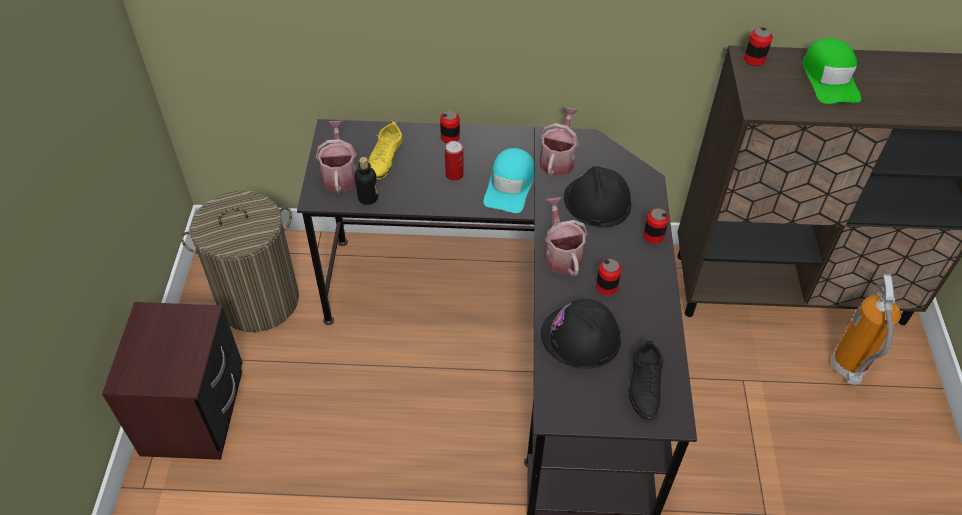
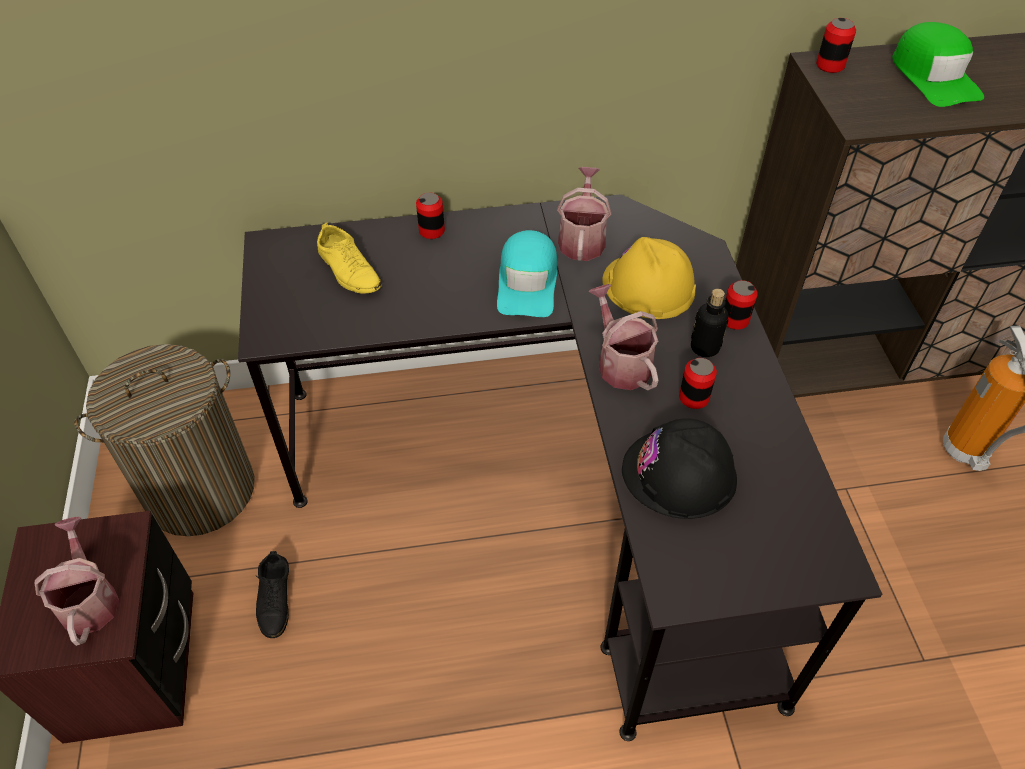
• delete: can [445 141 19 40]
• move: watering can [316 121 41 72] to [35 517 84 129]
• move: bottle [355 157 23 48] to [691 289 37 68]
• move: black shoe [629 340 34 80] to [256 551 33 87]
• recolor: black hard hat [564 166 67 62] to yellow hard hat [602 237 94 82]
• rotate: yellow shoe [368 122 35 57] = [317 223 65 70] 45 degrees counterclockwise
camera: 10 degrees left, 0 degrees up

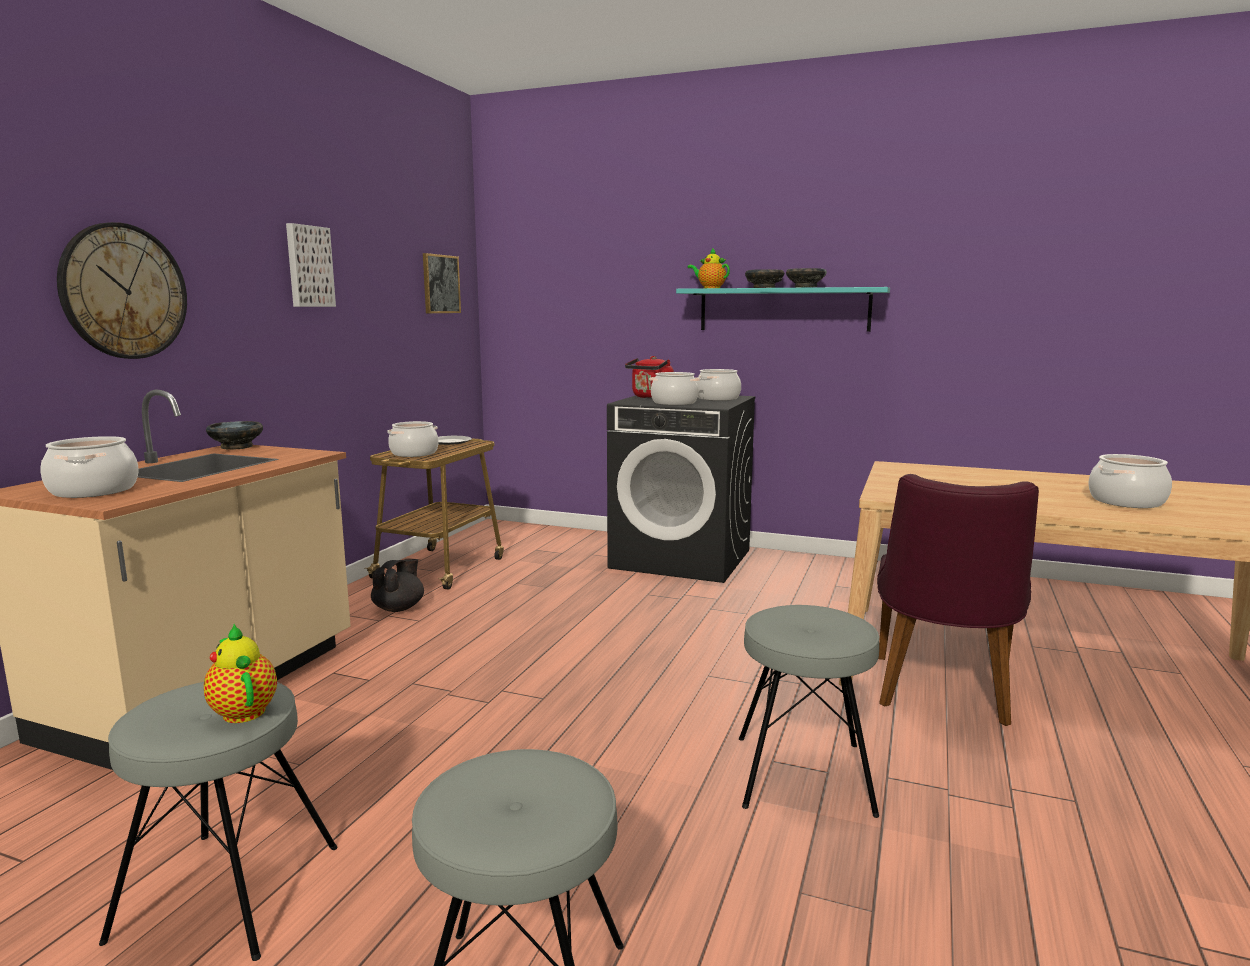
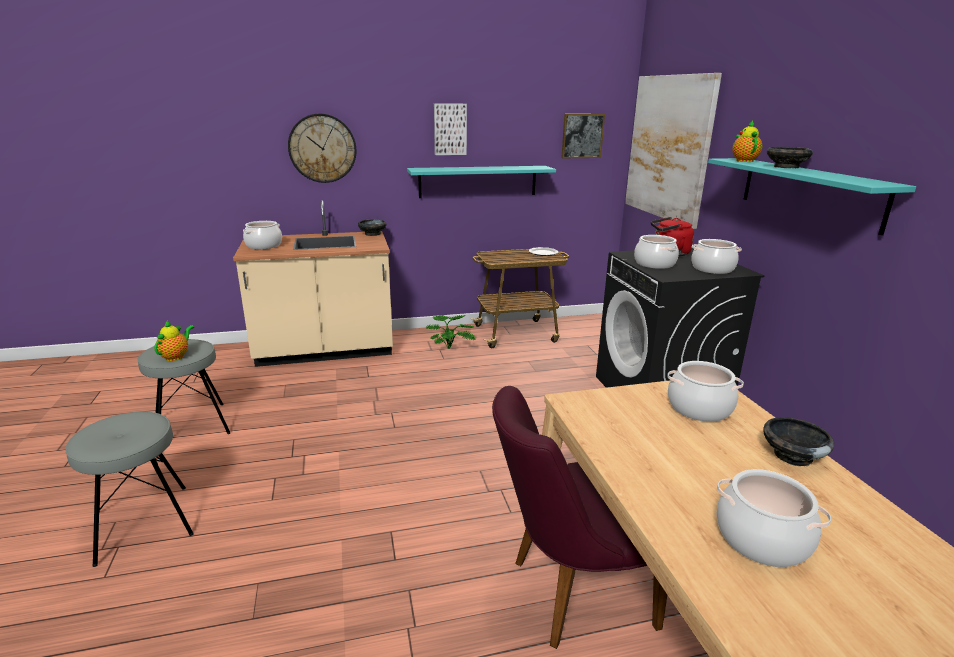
• delete: grey stool [739 605 140 213]
• insert: turquoise shelf [407 166 149 32]
• insert: picture [625 73 97 156]
• move: cooking pot [387 421 52 36] to [667 361 77 61]
• move: black bowl [786 268 41 20] to [763 417 71 49]
• replace: black teapot [371 559 53 53] to potted plant [425 315 50 34]
camera: 55 degrees right, 10 degrees up

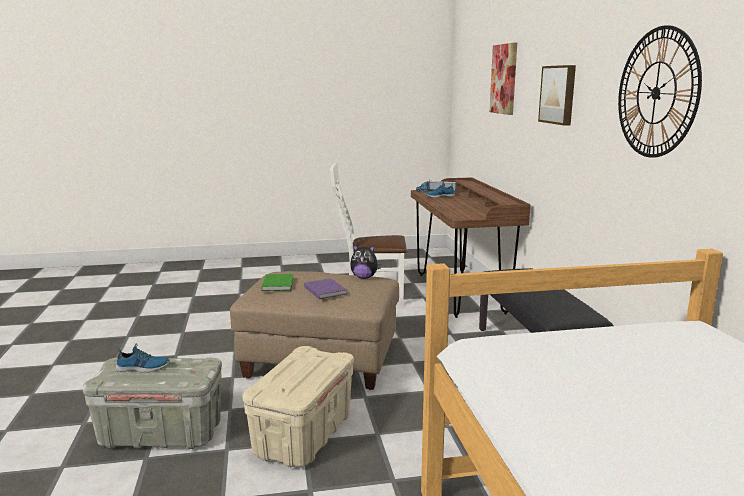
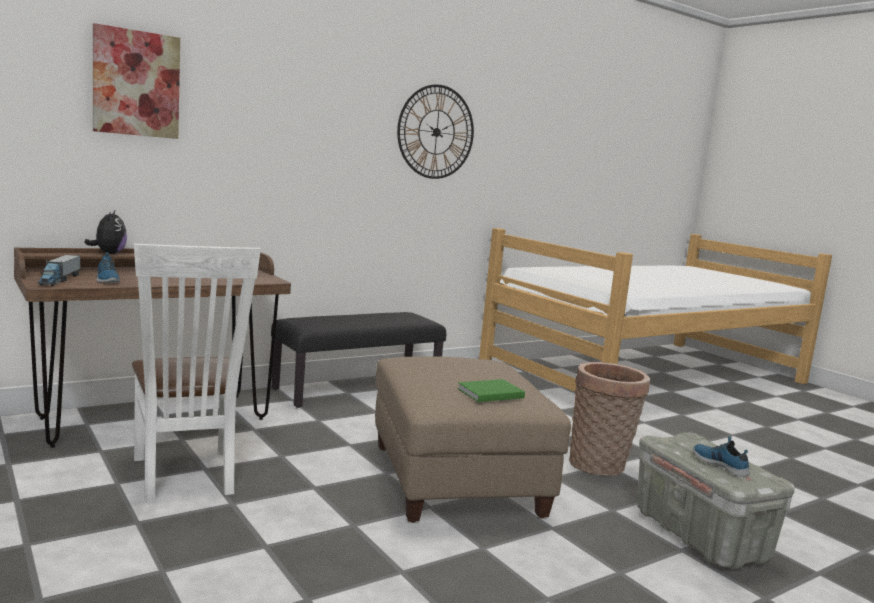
• delete: purple book [304 278 43 21]
• delete: picture [538 65 38 61]
• move: plush toy [350 245 31 34] to [84 209 43 45]
• replace: beige storage box [243 346 111 121] to basket [569 362 81 114]
camera: 115 degrees left, 5 degrees down

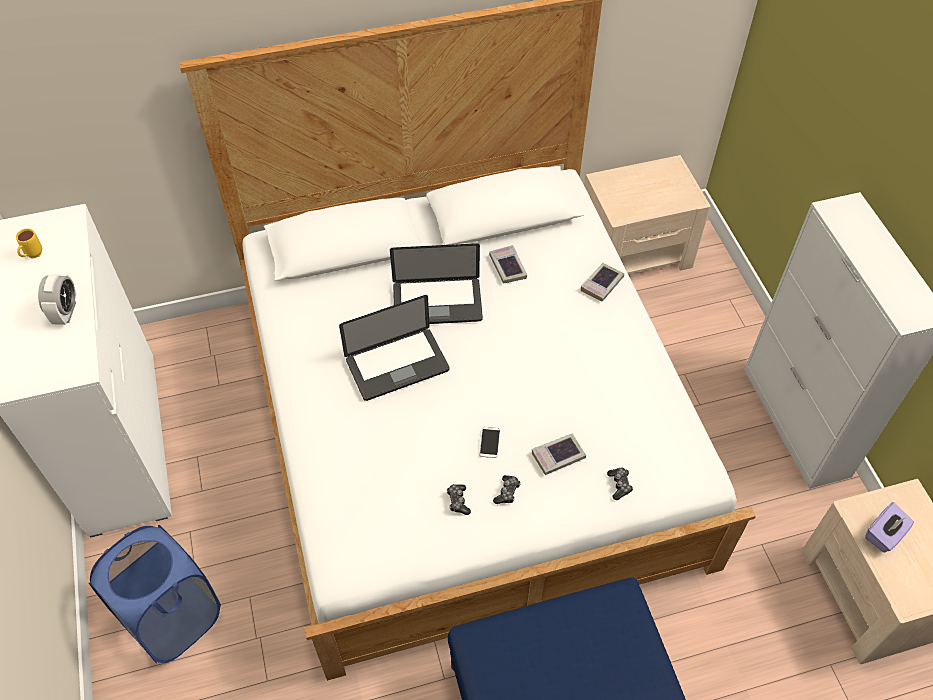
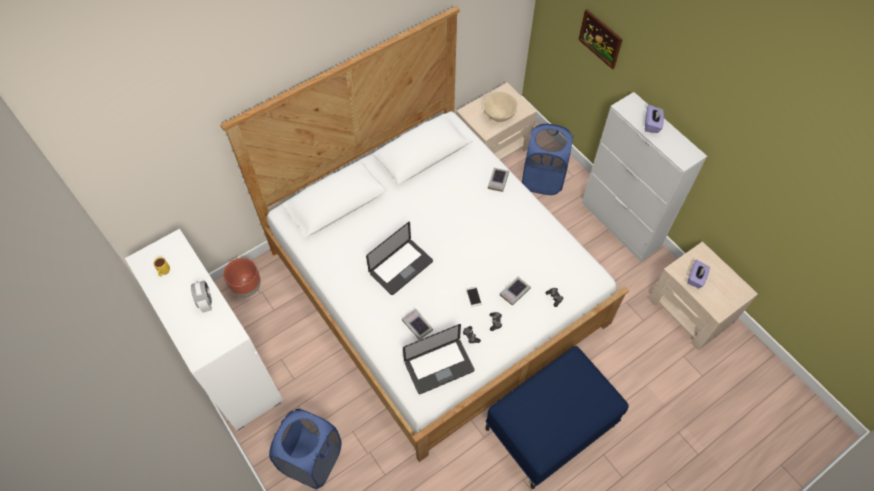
• insert: brown planter [223 258 38 39]
• insert: beige bowl [483 92 35 30]
• insert: blue laundry basket [522 123 52 72]
• insert: picture [578 9 45 60]
• insert: purple tissue box [645 105 19 28]
• move: laptop [390 243 93 81] to [403 324 72 70]
• move: book [489 245 38 38] to [402 308 31 32]
camera: 20 degrees left, 5 degrees up

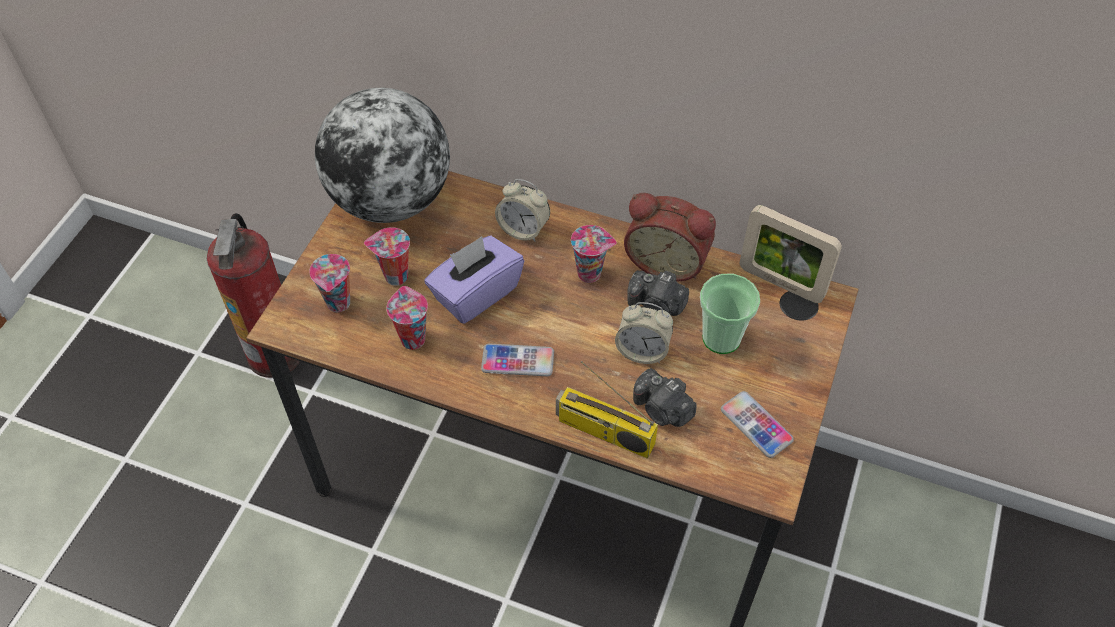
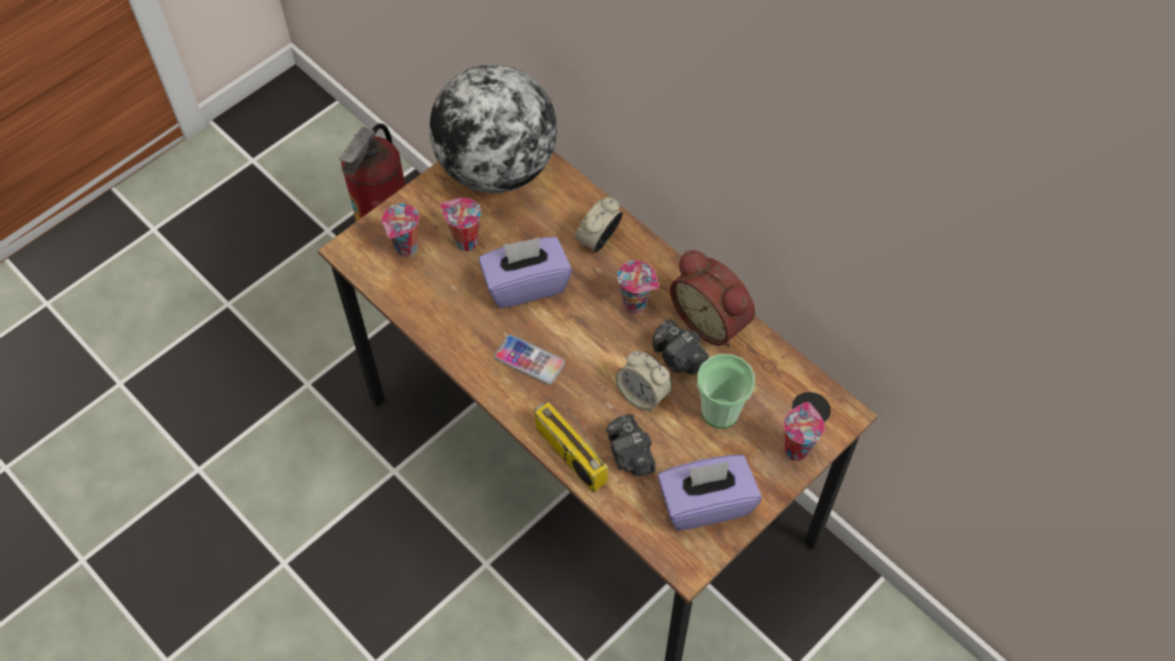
• delete: picture frame [740 205 102 98]
• move: cup [386 286 42 64] to [784 402 41 59]
• replace: phone [721 391 73 67] to purple tissue box [658 455 104 76]
• rotate: alarm clock [495 179 55 63] = [575 197 48 55] 75 degrees clockwise
camera: 25 degrees right, 5 degrees up

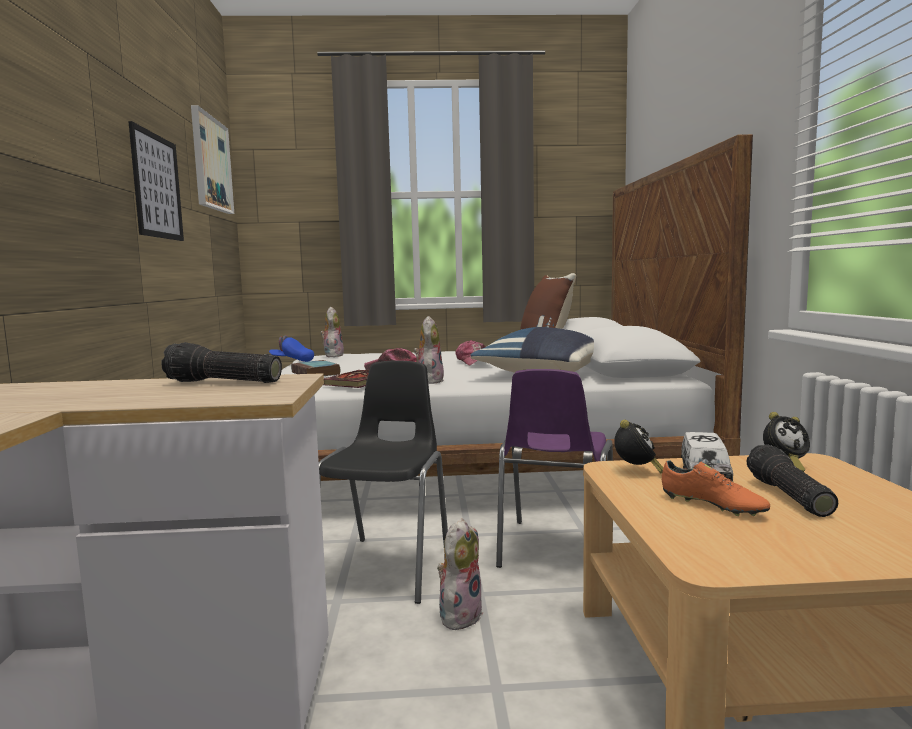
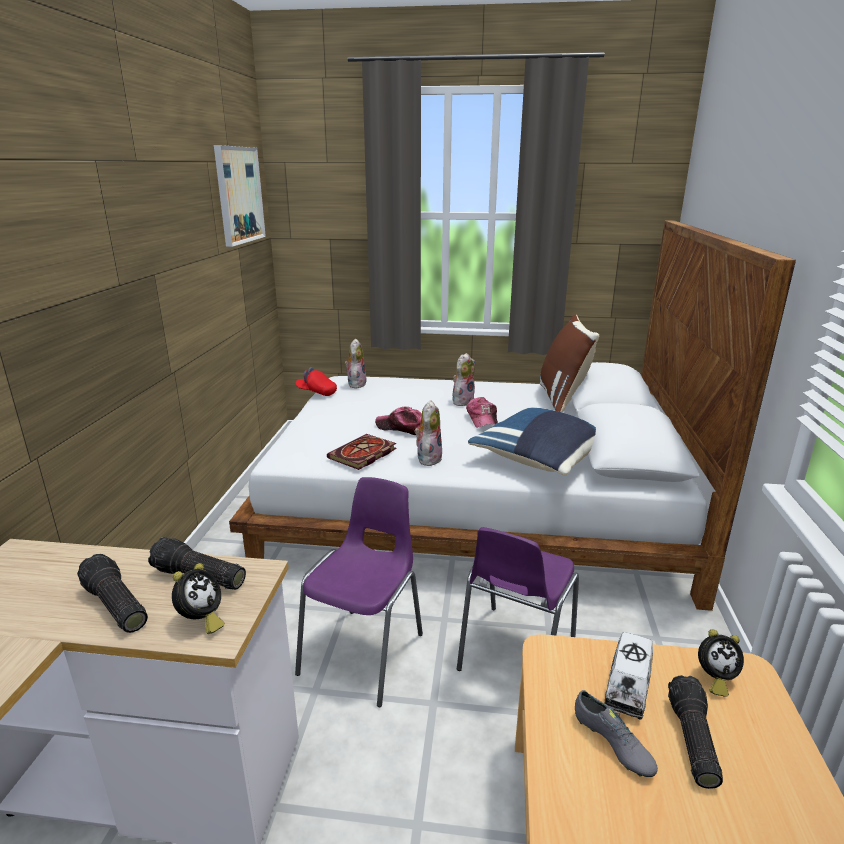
• delete: picture [128 121 56 120]
• delete: book [291 360 50 16]
• insert: flashlight [77 554 71 79]
• move: plush toy [437 518 46 114] to [453 353 22 53]
• move: alarm clock [614 420 49 53] to [172 563 53 71]
• recolor: blue cap [269 335 45 27] to red cap [295 367 42 29]
• recolor: black chair [319 360 129 244] to purple chair [295 477 128 230]
• recolor: orange shoe [662 460 108 56] to grey shoe [575 690 83 87]
camera: 10 degrees right, 15 degrees up

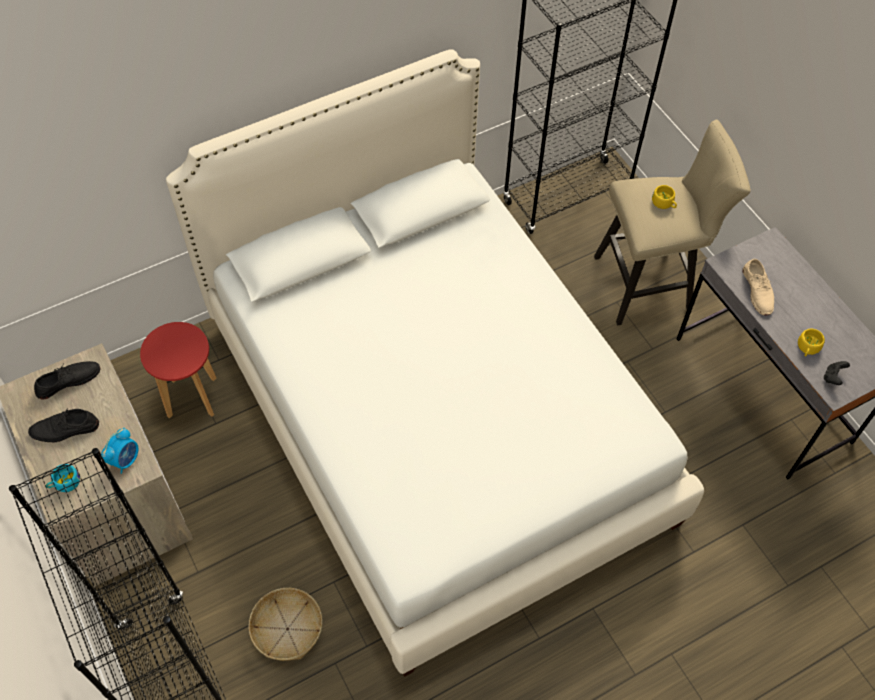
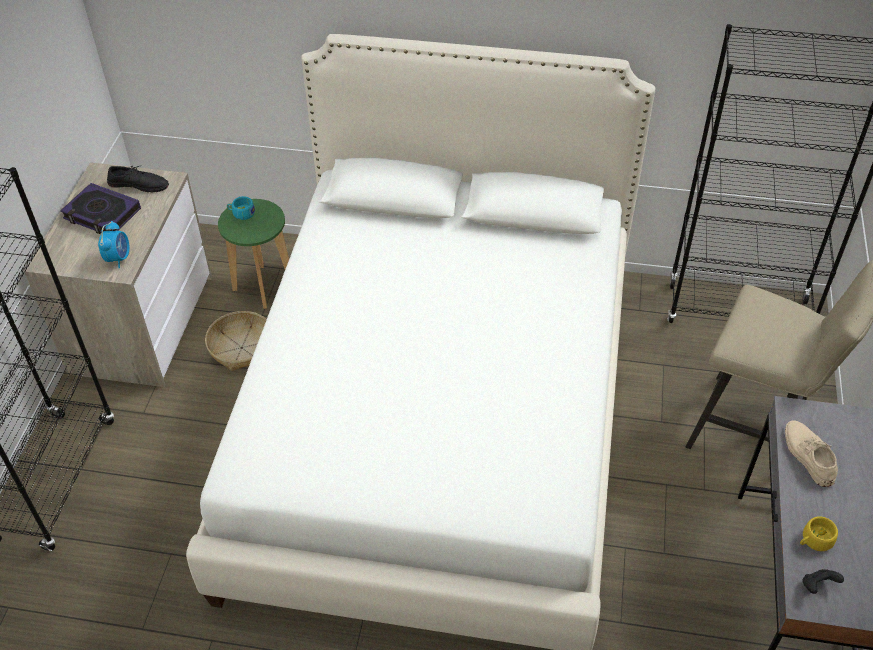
• delete: yellow cup [652 185 25 24]
• move: turquoise cup [46 464 34 28] to [227 196 28 24]
• move: basket [248 588 75 73] to [205 311 62 60]
• replace: black shoe [28 408 71 34] to book [60 183 81 51]
• recolor: red stool [140 322 77 96] to green stool [218 199 71 110]
• rotate: alarm clock [101 428 37 46] = [98 221 32 47] 60 degrees counterclockwise
• rotate: beige shoe [742 259 32 56] = [785 420 53 67] 135 degrees clockwise
camera: 40 degrees right, 10 degrees down

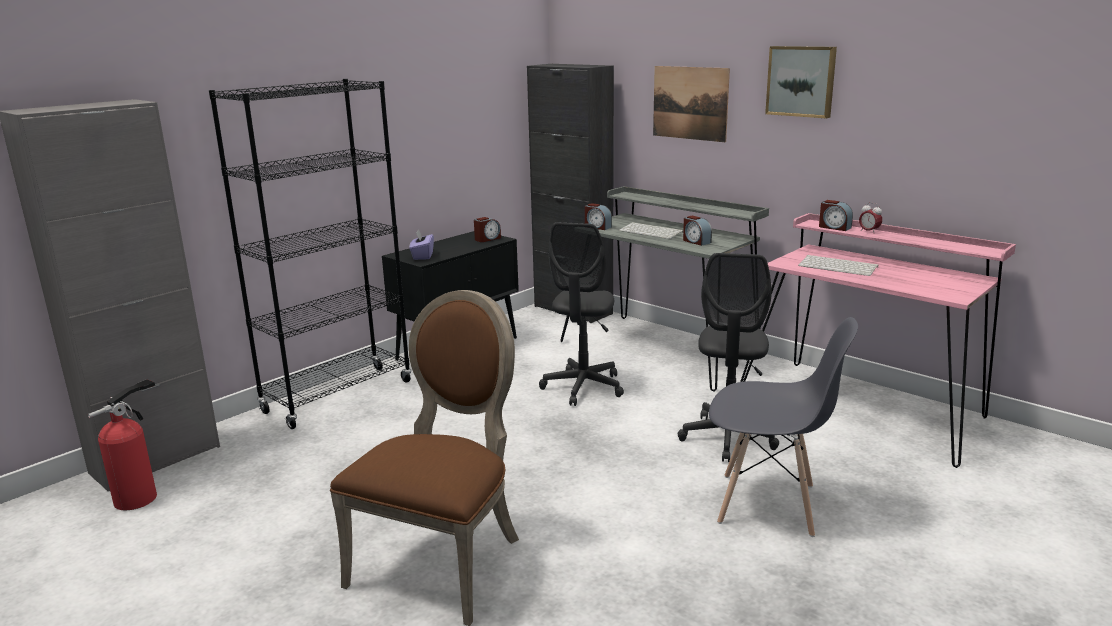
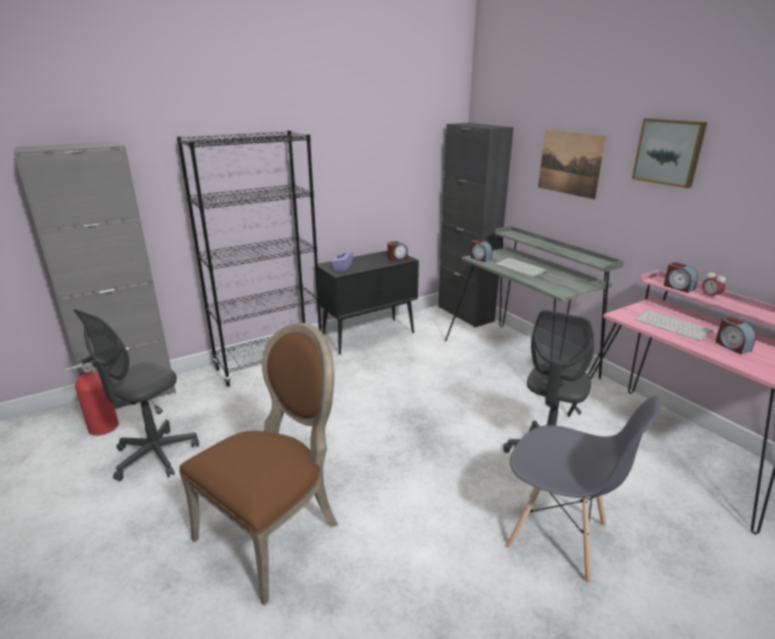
• move: grey office chair [539 222 85 184] to [73 309 126 172]
• move: alarm clock [683 216 29 30] to [715 317 41 37]
camera: 15 degrees right, 5 degrees up

